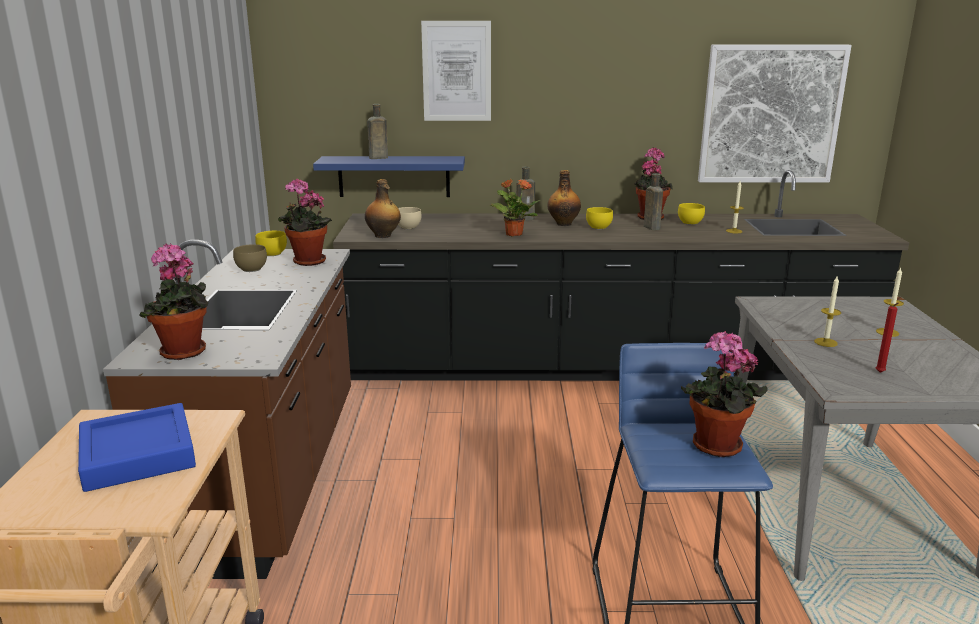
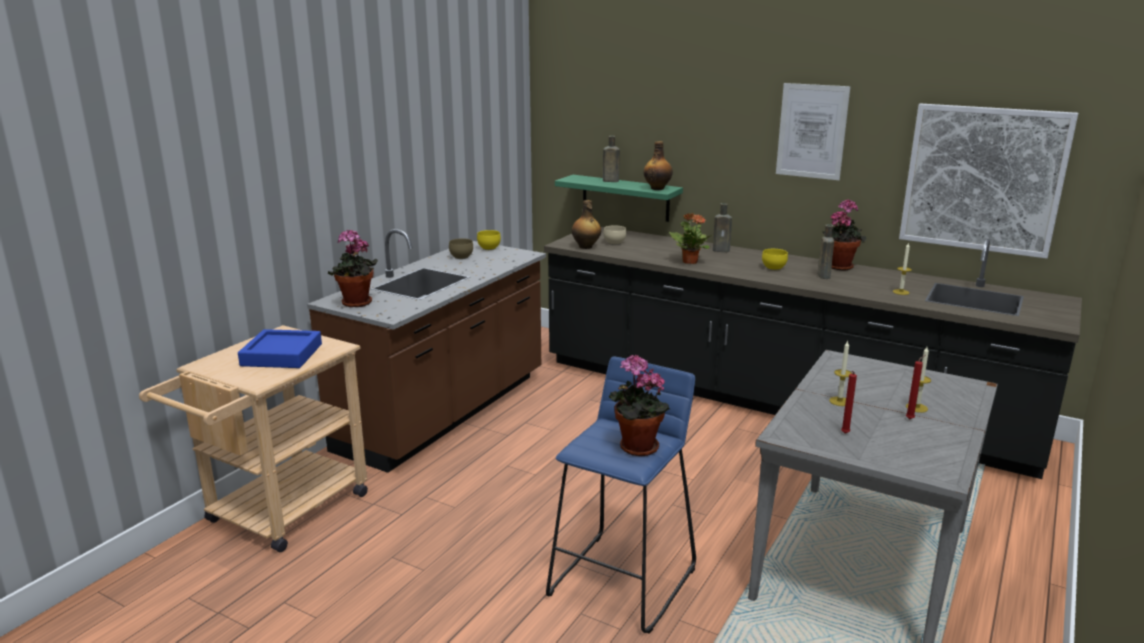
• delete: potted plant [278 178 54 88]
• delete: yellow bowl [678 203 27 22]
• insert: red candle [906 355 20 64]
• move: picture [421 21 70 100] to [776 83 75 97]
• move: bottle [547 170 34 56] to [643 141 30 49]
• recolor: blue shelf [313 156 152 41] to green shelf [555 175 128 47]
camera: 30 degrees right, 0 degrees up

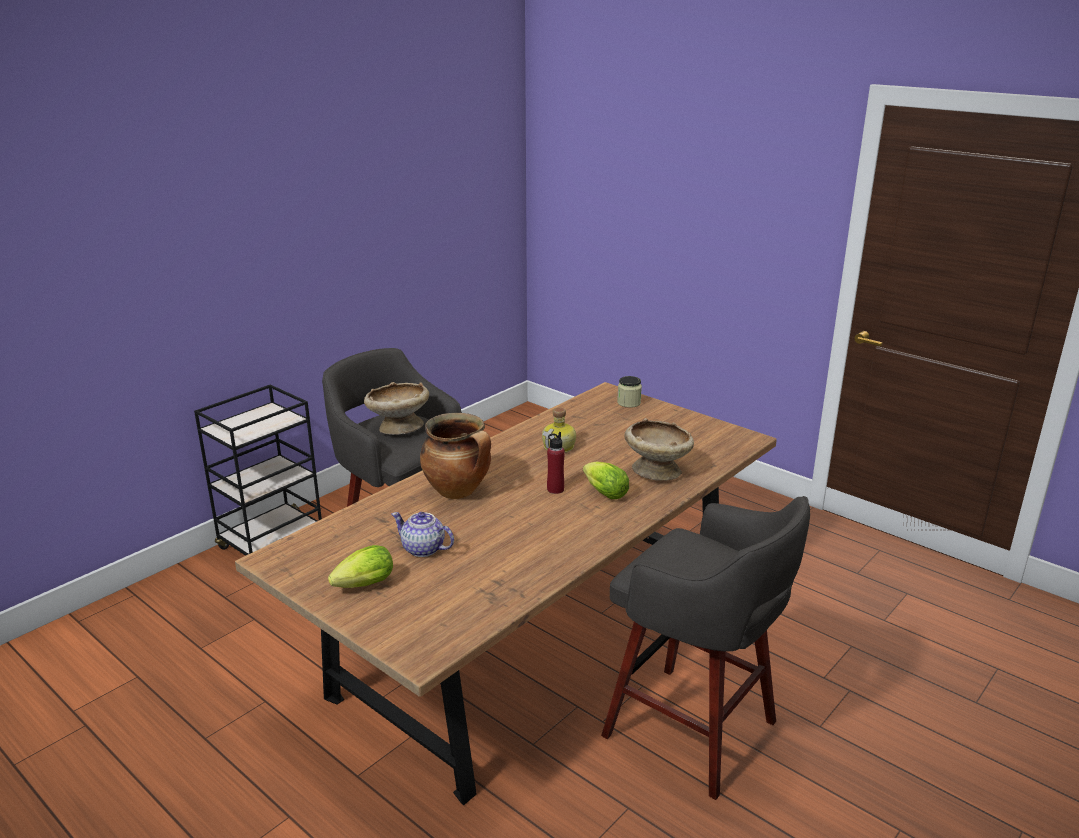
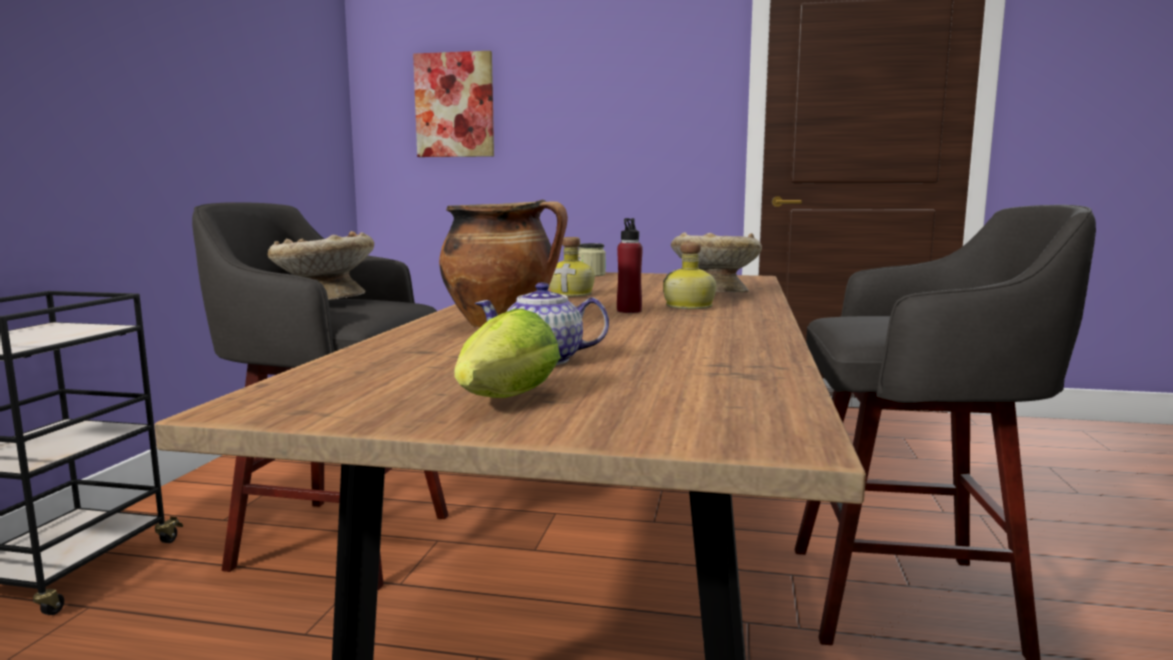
• insert: picture [413 51 81 106]
• replace: lettuce [583 461 46 38] to bottle [663 242 53 67]
camera: 30 degrees left, 15 degrees down

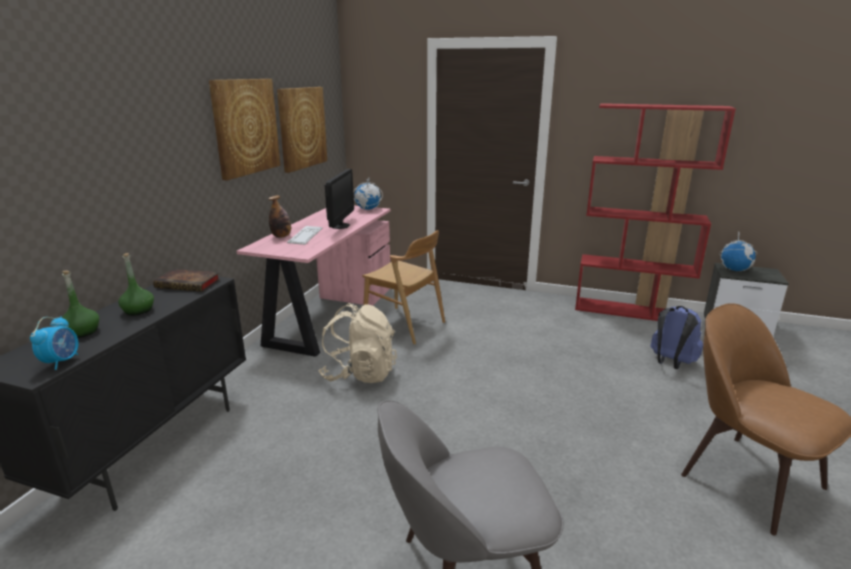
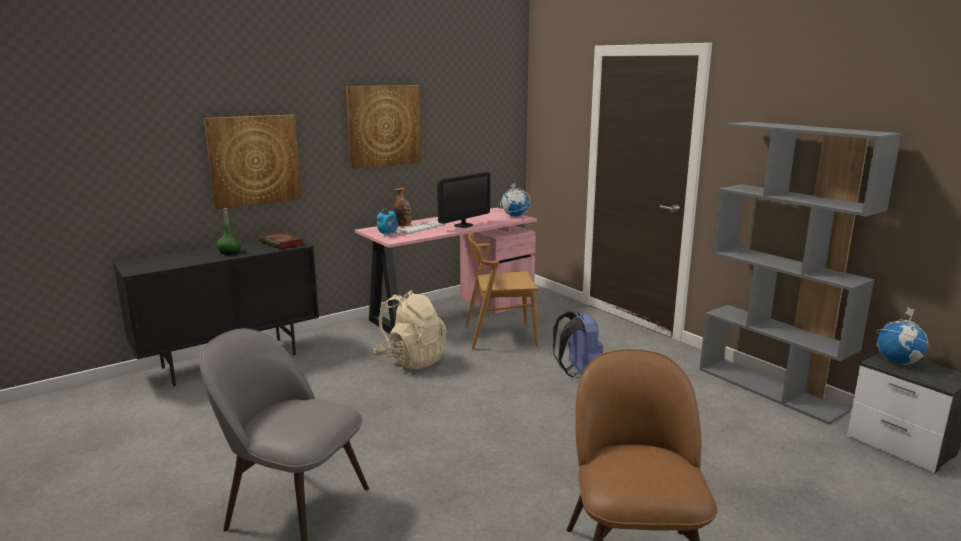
• delete: green bottle [62 271 37 67]
• move: alarm clock [30 316 48 54] to [377 208 21 29]
• move: picture [277 87 50 86] to [204 114 97 95]
• move: blue backpack [651 306 52 63] to [553 311 50 66]
• recolor: red bookcase [575 103 161 218] to grey bookcase [699 122 203 303]
• rotate: brown chair [362 230 83 115] = [465 233 74 117] 105 degrees clockwise
camera: 35 degrees right, 5 degrees down

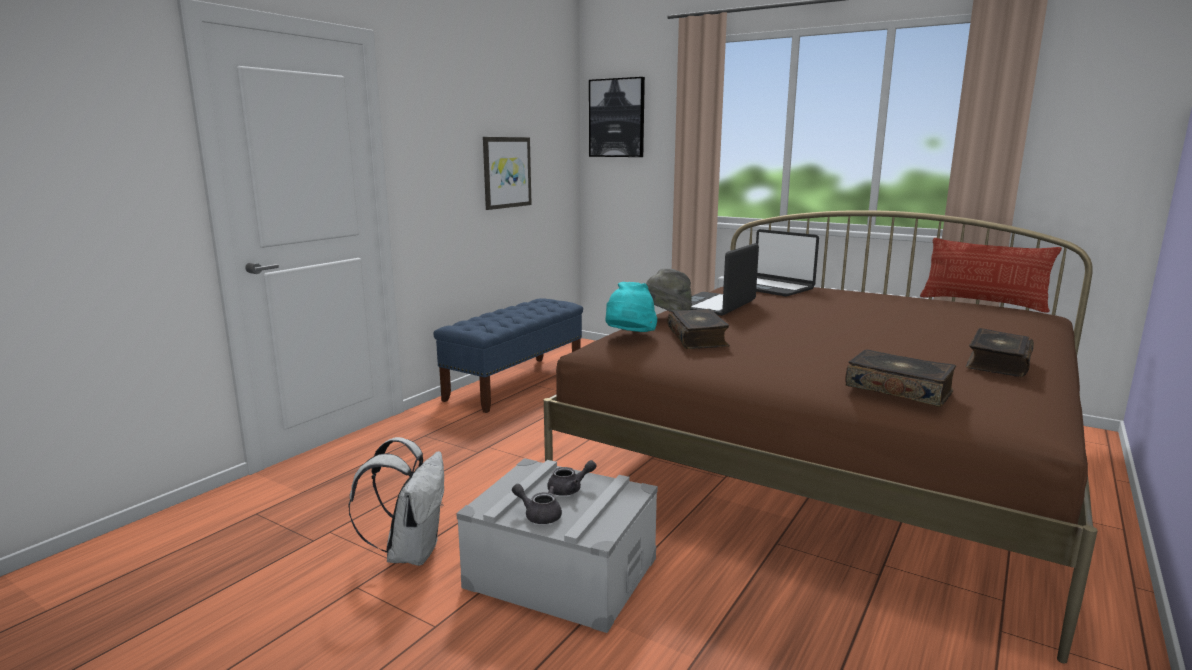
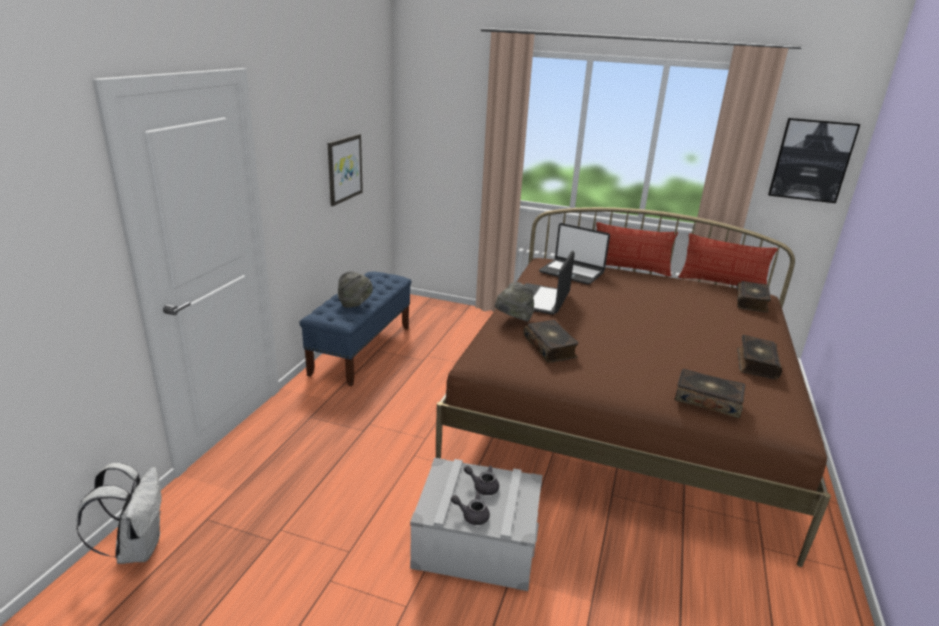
• delete: turquoise hat [605 282 52 50]
• insert: grey hat [338 272 35 36]
• insert: pillow [596 222 82 54]
• insert: book [737 281 34 32]
• move: white backpack [348 437 96 129] to [76 463 86 101]
• move: picture [589 77 56 80] to [768 118 92 85]
• rotate: grey teapot [547 460 49 36] = [464 465 35 30] 120 degrees counterclockwise
camera: 15 degrees left, 10 degrees up

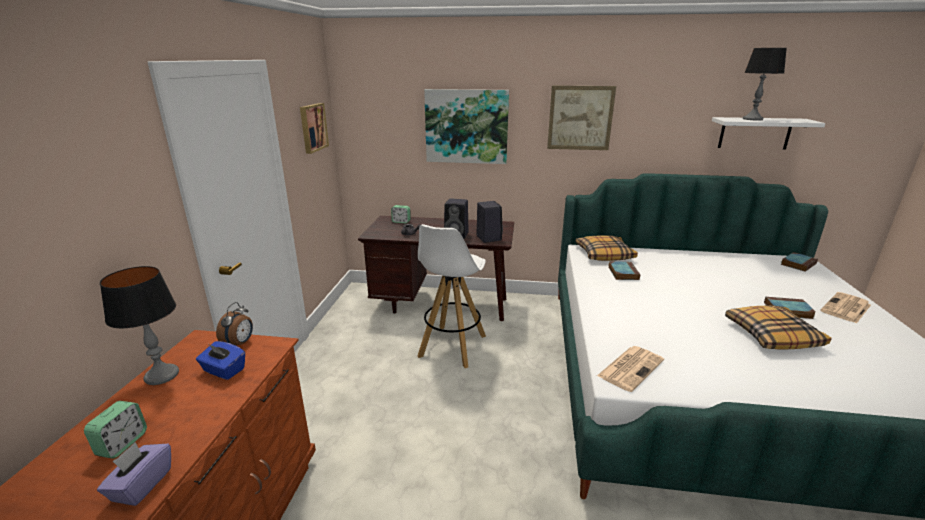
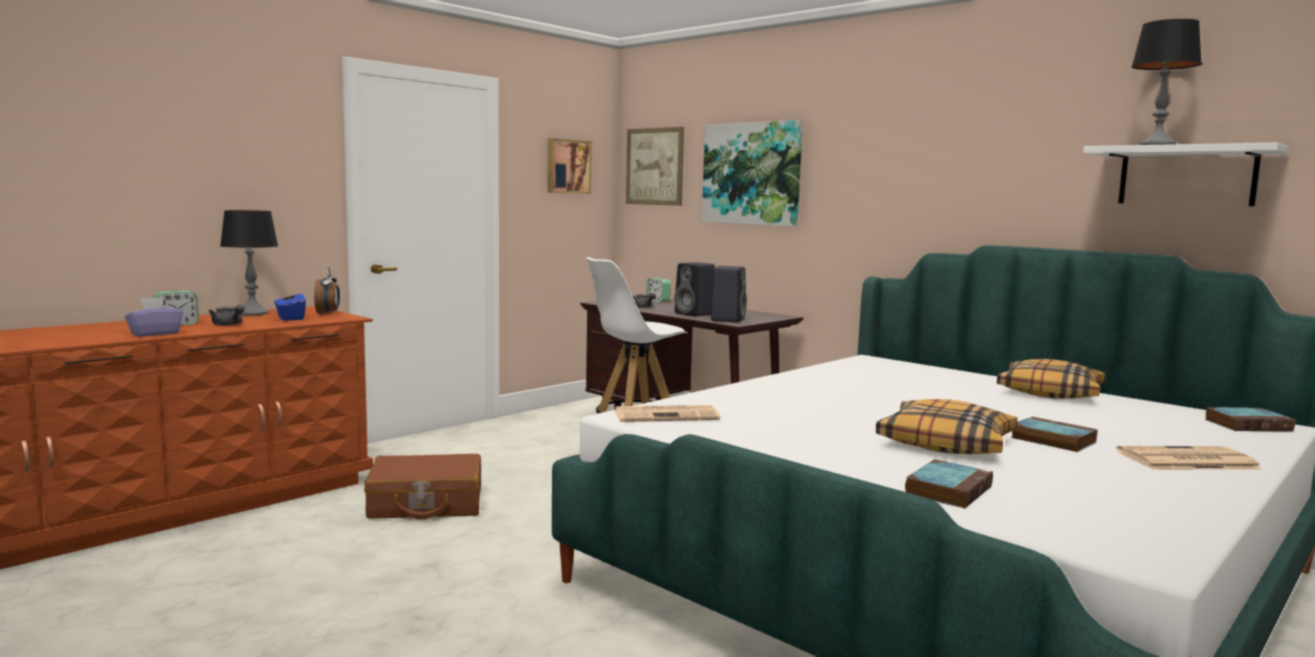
• insert: grey teapot [209 305 35 21]
• insert: brown suitcase [364 454 117 65]
• move: picture [547 86 69 64] to [626 127 58 79]
• move: pillow [575 235 63 26] to [997 359 108 40]
• move: book [608 261 32 19] to [905 459 88 50]
• rotate: alarm clock [216 302 37 44] = [314 267 26 48] 60 degrees counterclockwise
camera: 35 degrees right, 15 degrees down

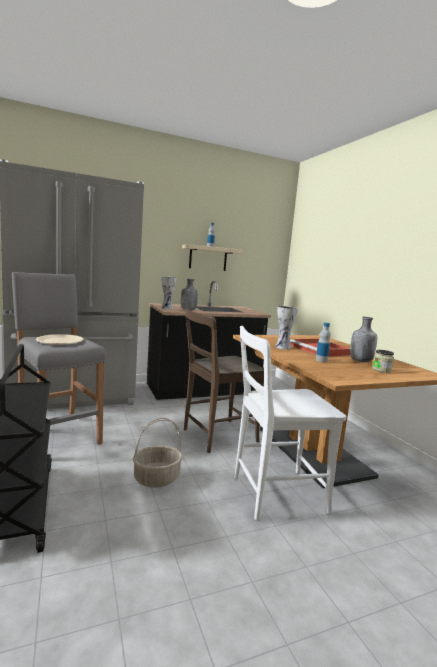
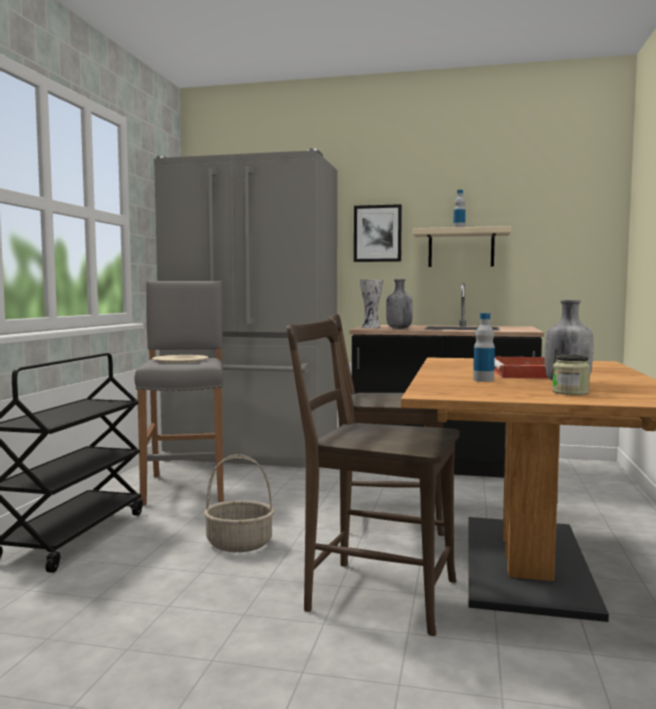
• delete: vase [275 306 23 44]
• insert: picture [354 204 48 58]
• recolor: white chair [234 326 112 194] to brown chair [287 320 173 316]
camera: 35 degrees right, 5 degrees down

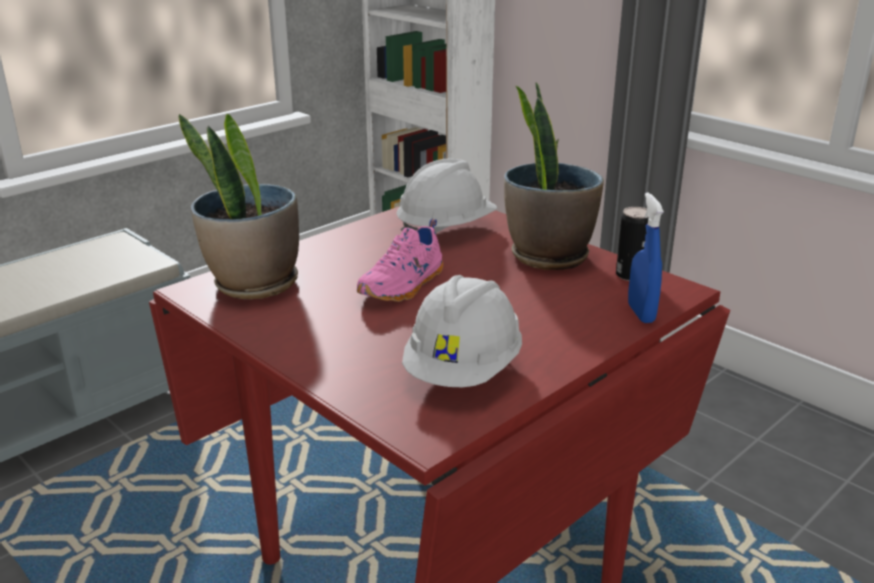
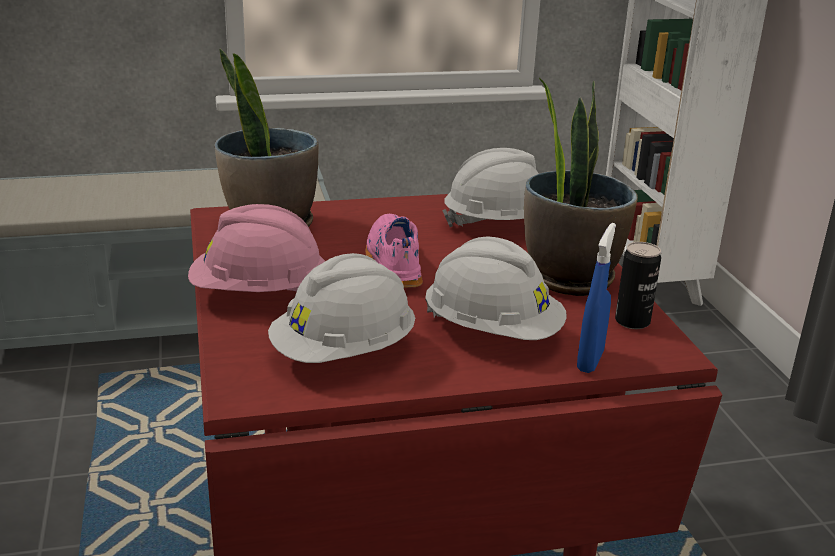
• insert: pink hard hat [188 204 137 88]
• insert: white hard hat [425 237 142 103]
• rotate: pink shoe [357 219 86 83] = [366 214 57 74] 105 degrees clockwise
camera: 30 degrees right, 0 degrees up

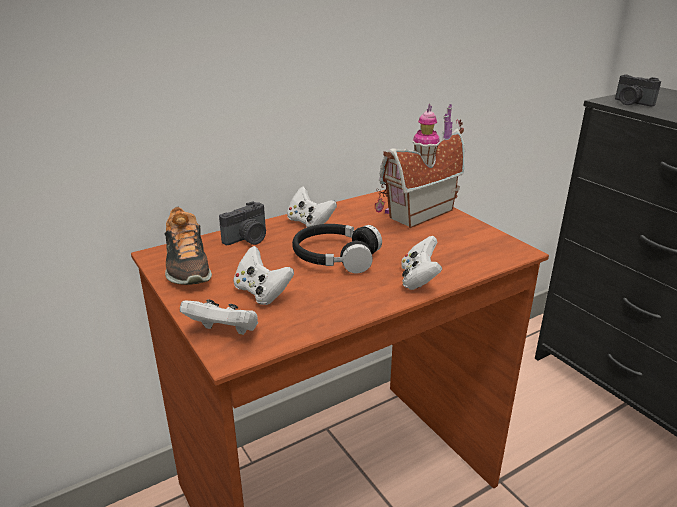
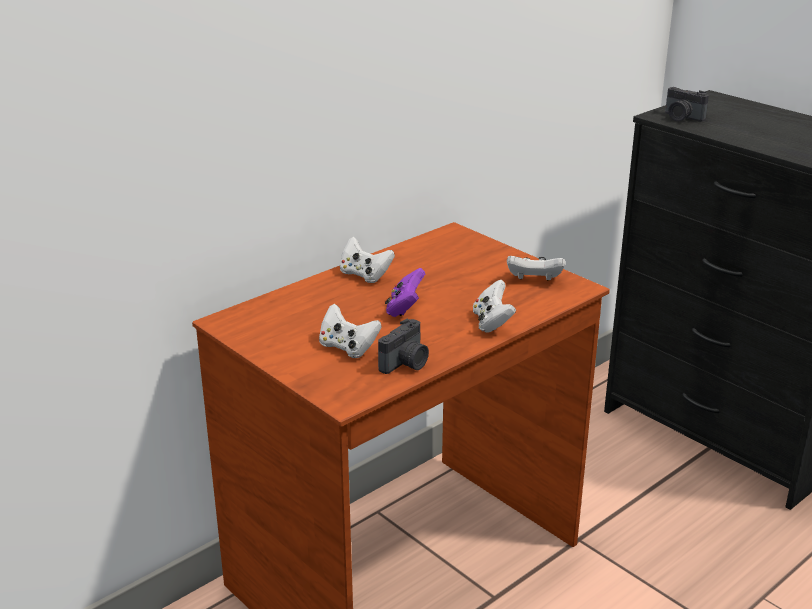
• delete: shoe [164 206 48 79]
• delete: toy house [375 103 90 125]
• move: white game controller [180 299 78 36] to [507 256 58 25]
• move: photo camera [219 201 47 44] to [378 318 51 56]
• replace: black headphones [292 224 90 49] to purple game controller [385 268 40 49]
camera: 10 degrees left, 0 degrees up

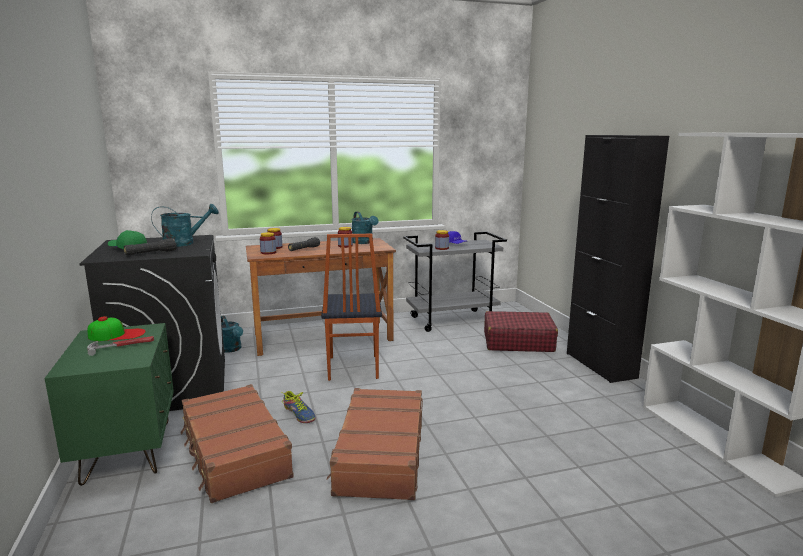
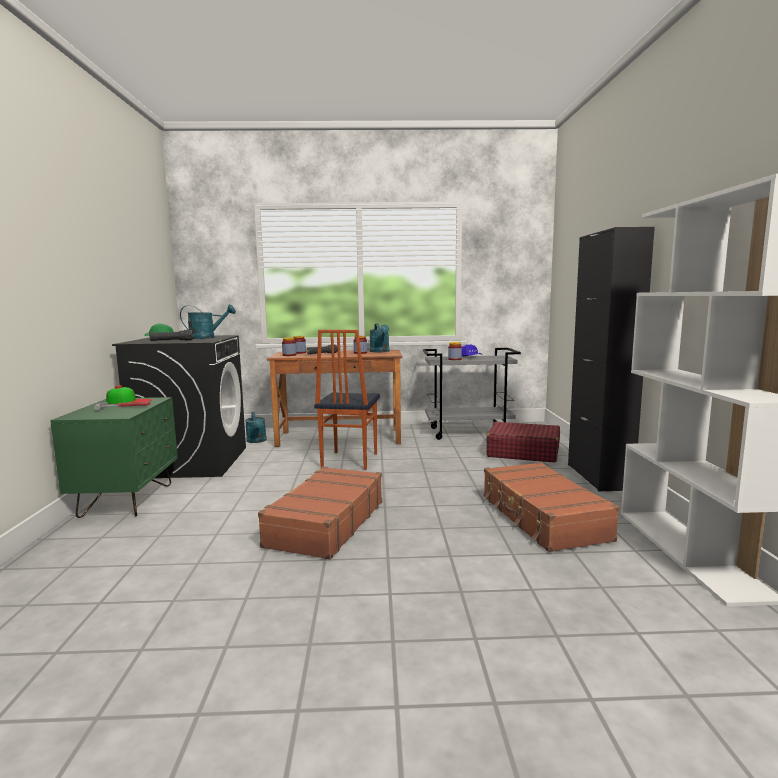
• delete: shoe [282 391 34 32]
• move: brown suitcase [180 384 114 119] to [484 462 136 90]
camera: 15 degrees right, 5 degrees down

